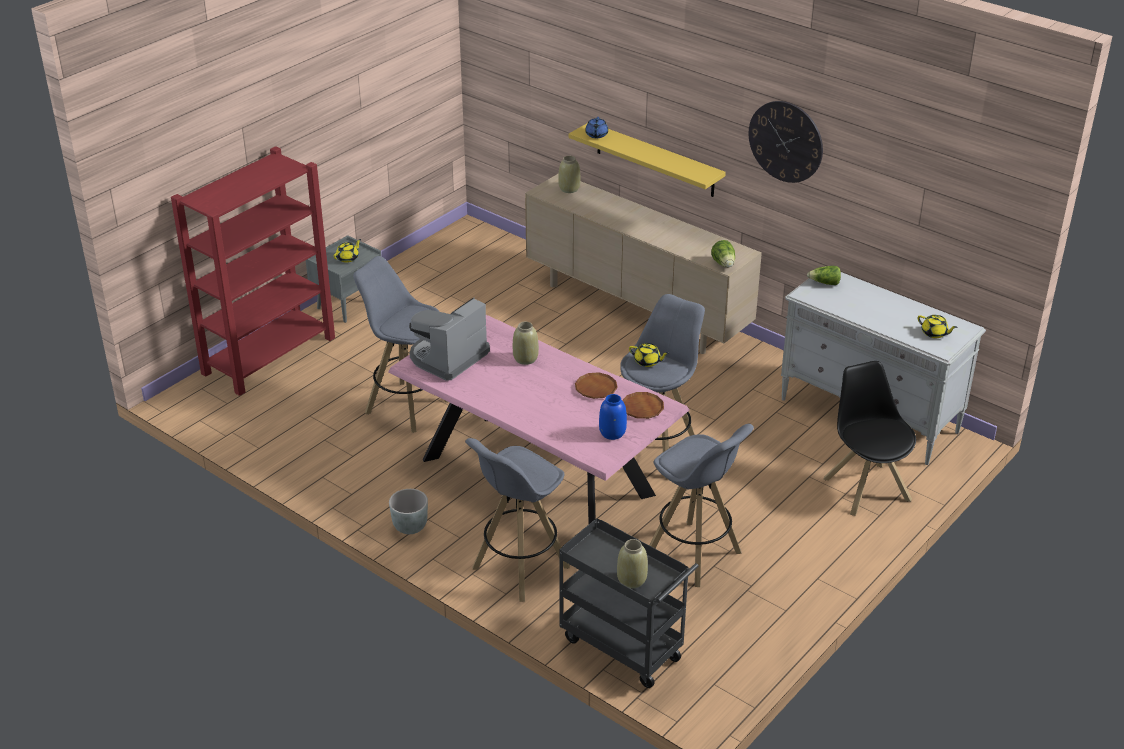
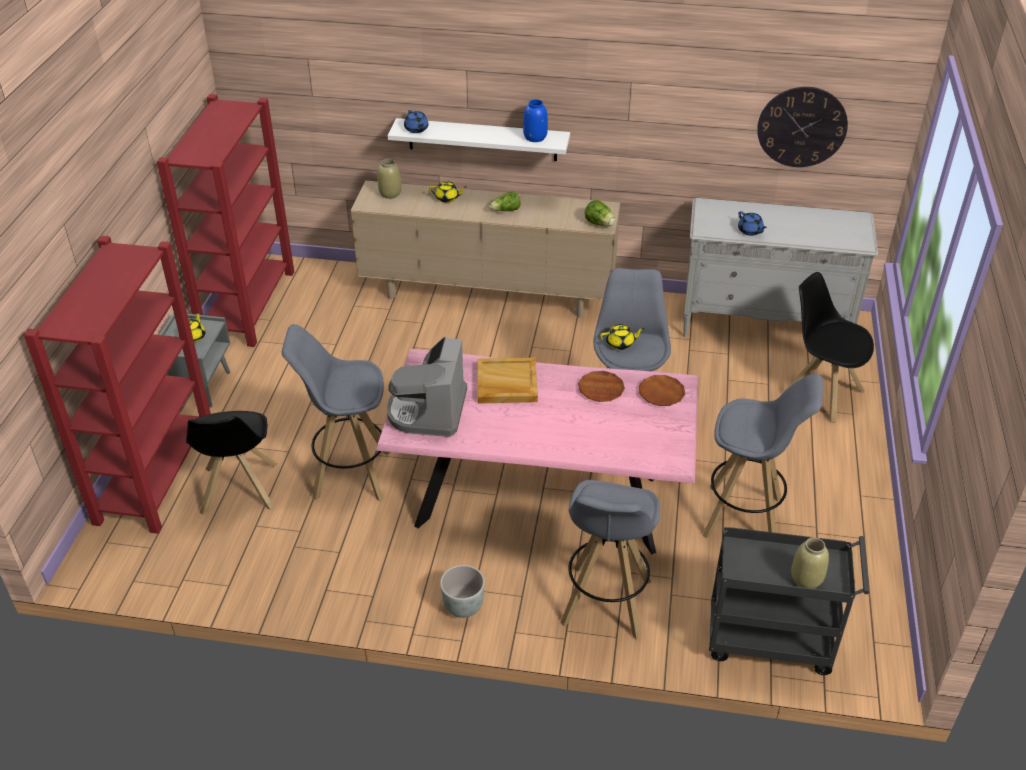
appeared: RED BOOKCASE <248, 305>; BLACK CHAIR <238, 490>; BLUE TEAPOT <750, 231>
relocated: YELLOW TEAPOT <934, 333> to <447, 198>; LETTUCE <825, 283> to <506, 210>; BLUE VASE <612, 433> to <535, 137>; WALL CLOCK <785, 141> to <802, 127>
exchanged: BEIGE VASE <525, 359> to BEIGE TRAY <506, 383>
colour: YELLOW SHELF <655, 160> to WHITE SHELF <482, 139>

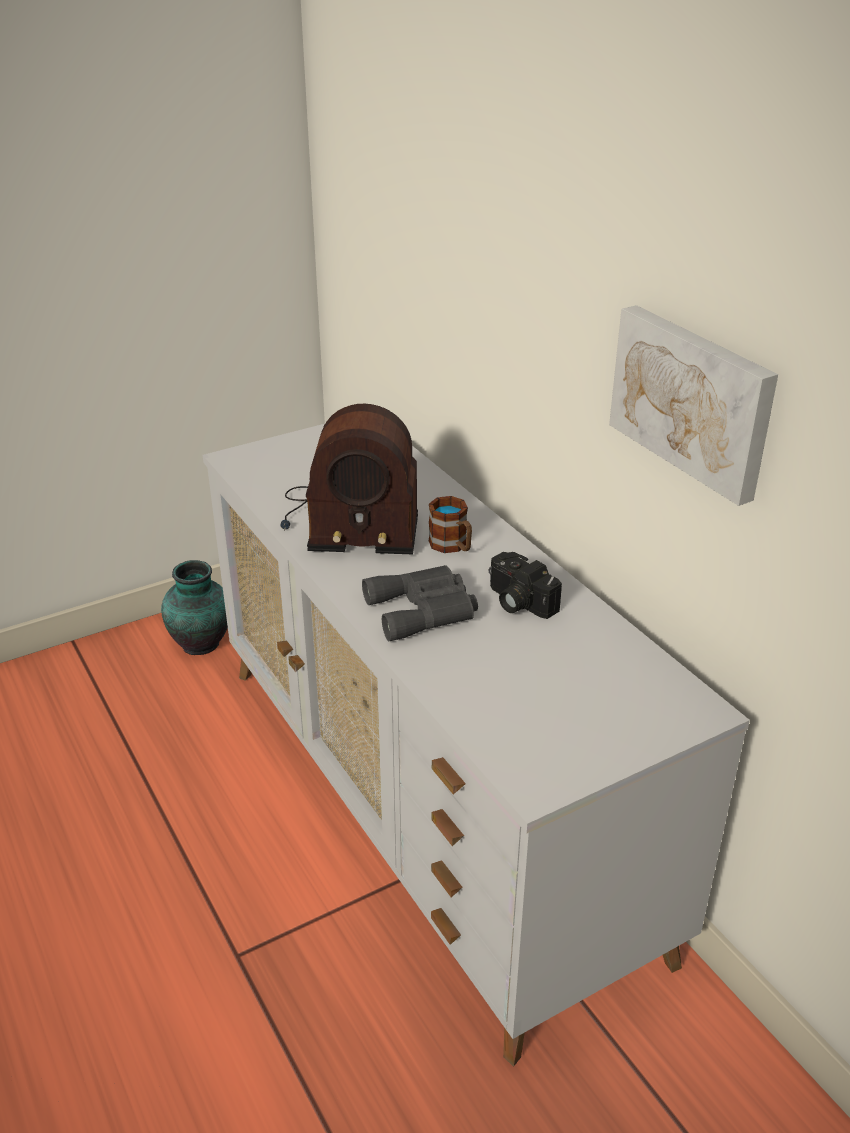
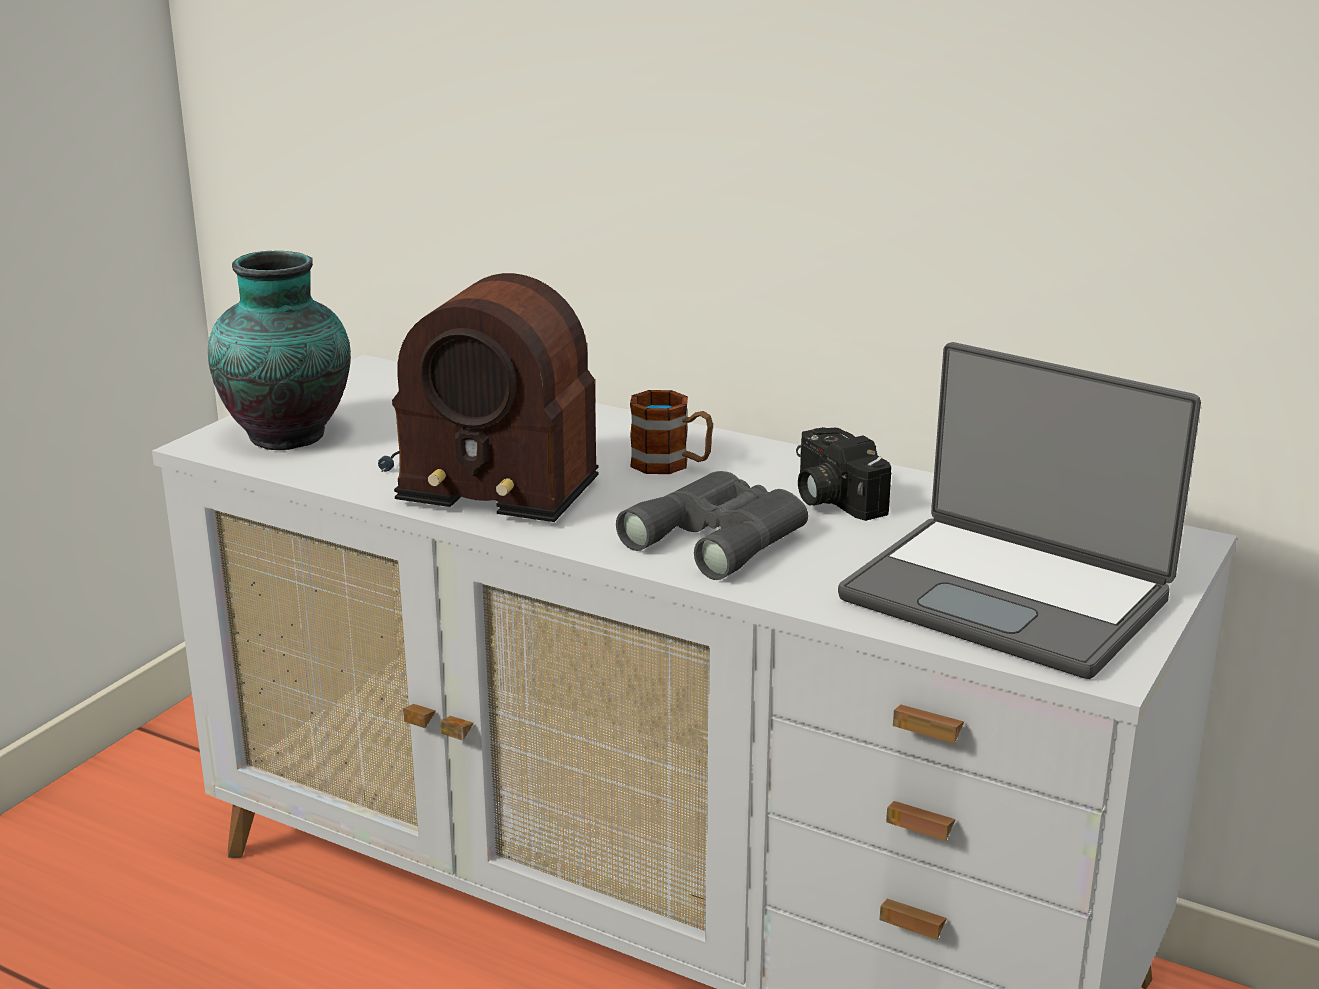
missing: PICTURE <693, 399>
appeared: LAPTOP <1008, 597>
relocated: VASE <203, 643> to <290, 435>
spun: RADIO <348, 521> = <488, 472> 45 degrees clockwise; PHOTO CAMERA <517, 602> = <830, 498> 45 degrees clockwise

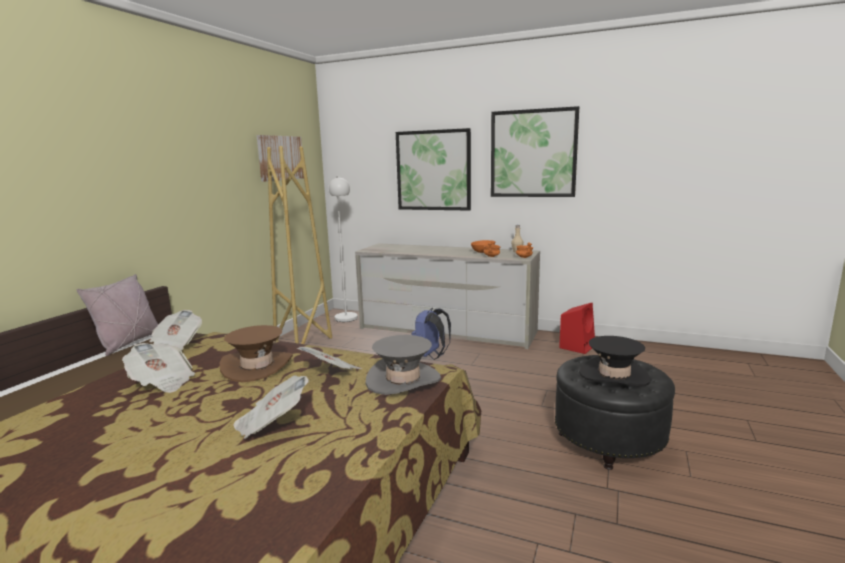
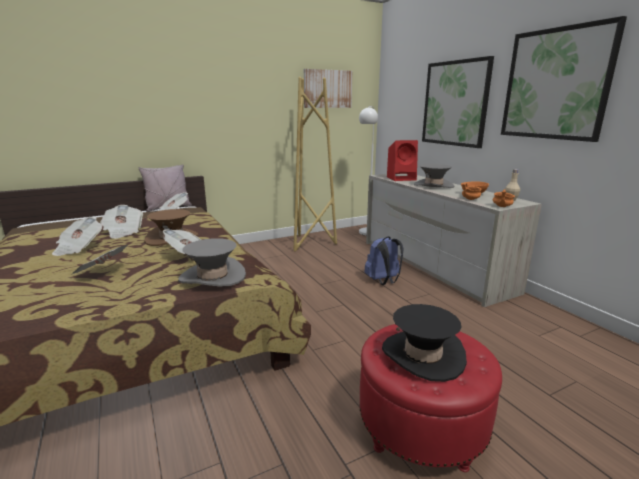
appeared: NEWSPAPER <78, 248>; GREY HAT <433, 185>
relocated: RED SPEAKER <577, 346> to <402, 178>
colour: BLACK OTTOMAN <609, 441> to RED OTTOMAN <421, 427>

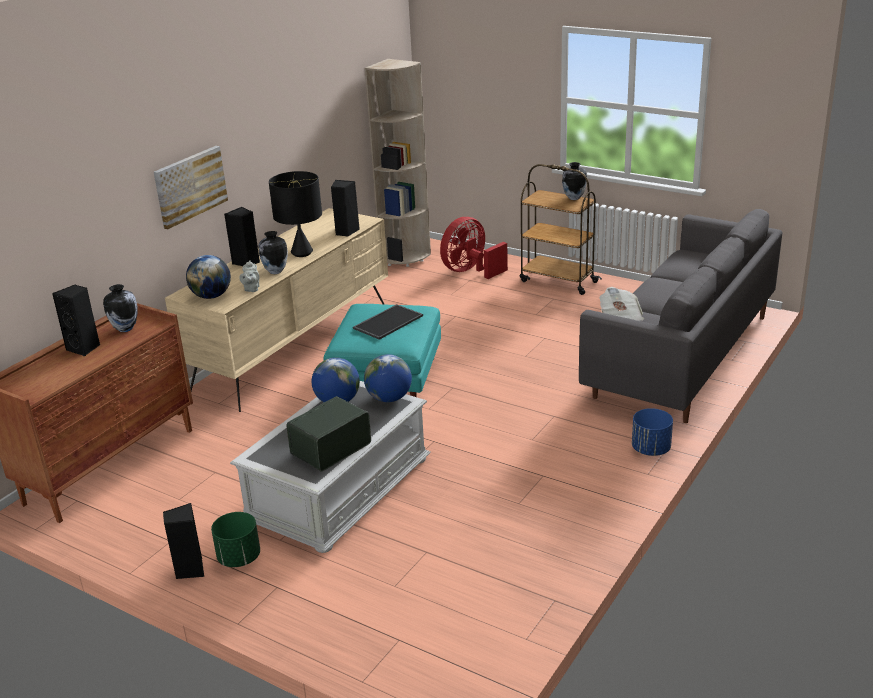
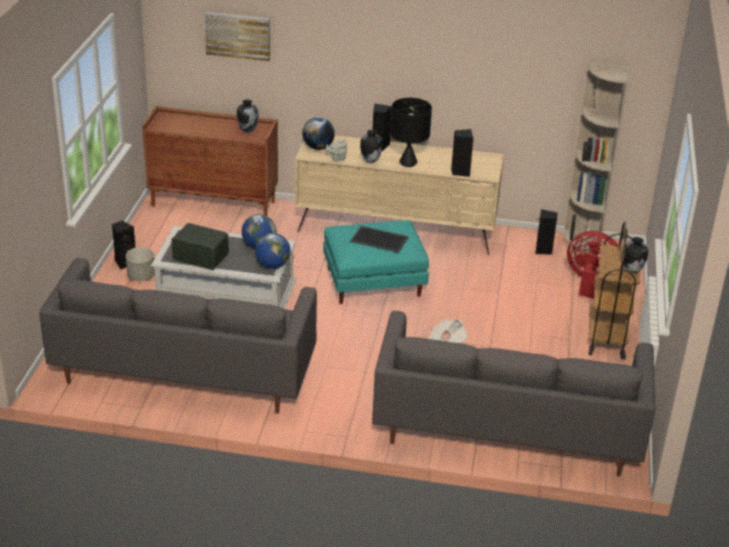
missing: BLUE PLANTER <651, 449>
appeared: GREY SOFA <184, 370>
relocated: PICTURE <190, 186> to <238, 35>; BLACK SPEAKER <84, 348> to <543, 250>
colour: GREEN PLANTER <239, 558> to GREY PLANTER <141, 276>

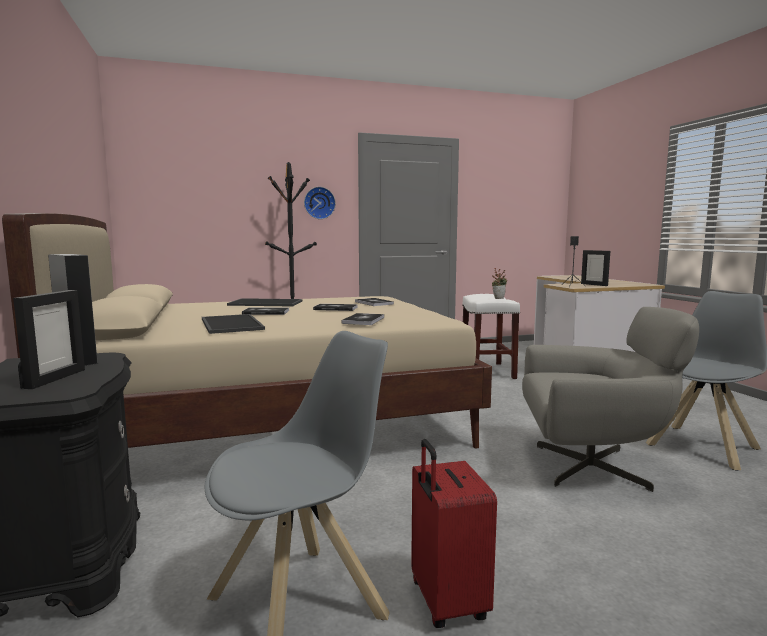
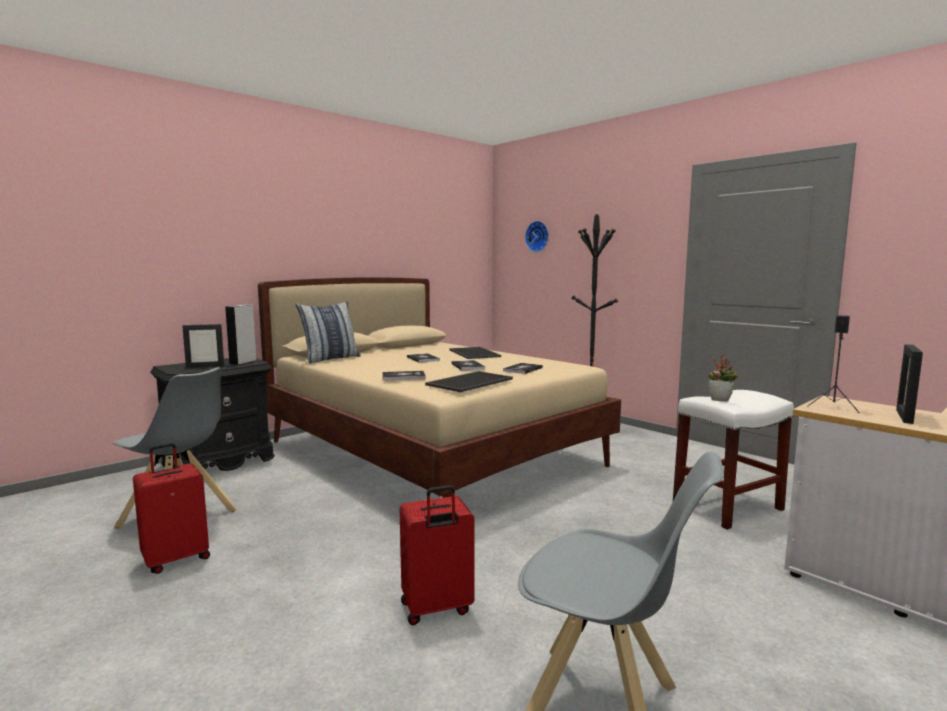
appeared: PILLOW <330, 359>
relocated: TRAY <230, 324> to <469, 382>; WALL CLOCK <319, 203> to <538, 236>
exchanged: GREY ARMCHAIR <595, 467> to RED SUITCASE <436, 609>

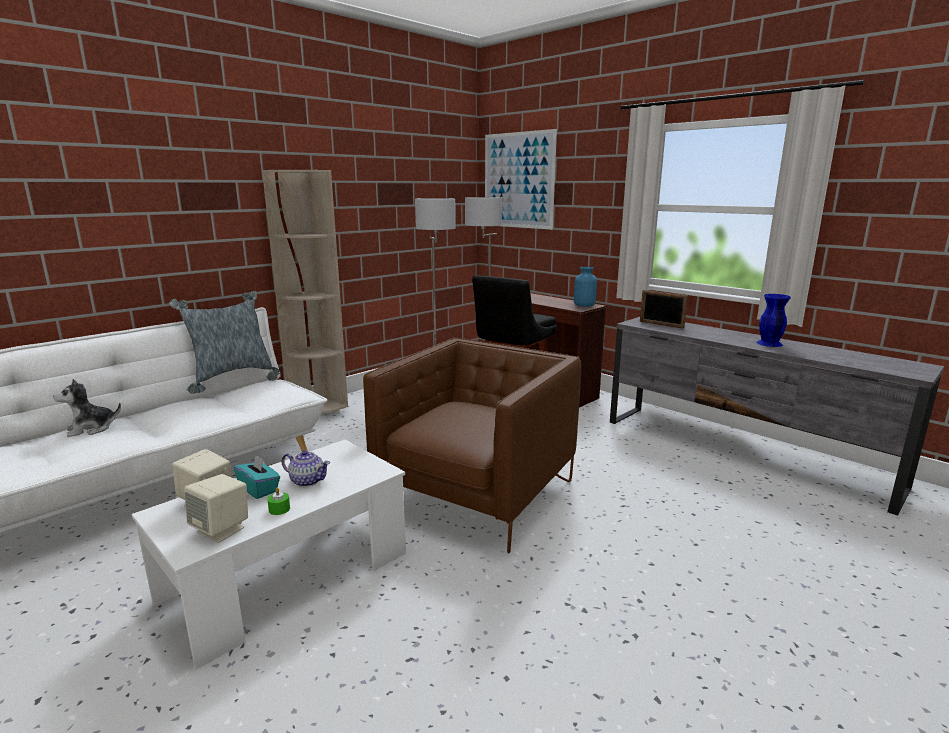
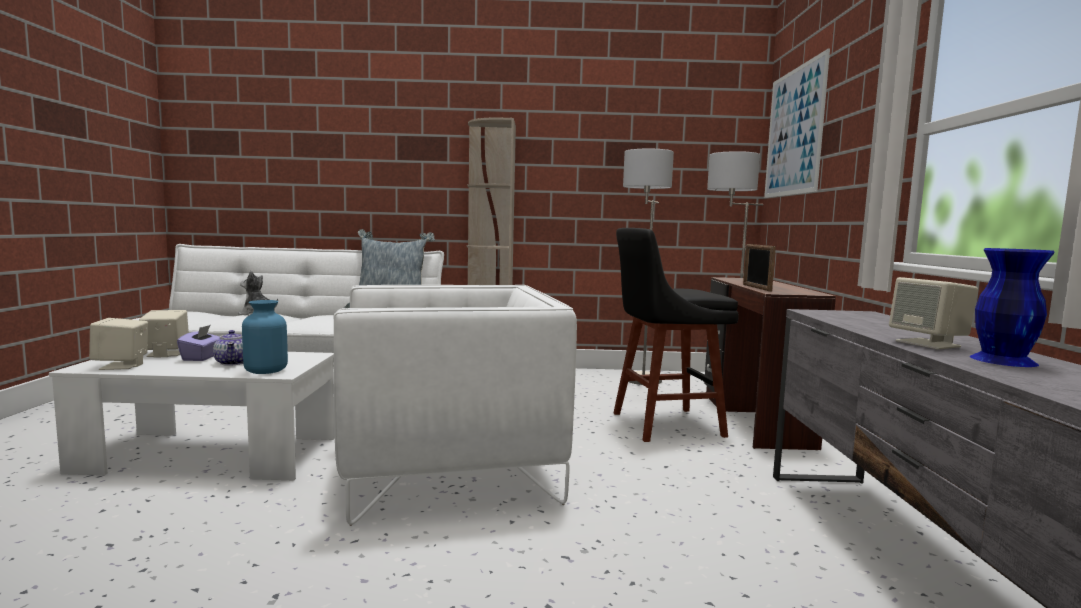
missing: GREEN CANDLE <279, 509>
appeared: BEIGE SPEAKER <929, 344>
relocated: BLUE VASE <584, 305> to <266, 371>; PICTURE FRAME <661, 324> to <756, 288>
colour: TURQUOISE TISSUE BOX <259, 489> to PURPLE TISSUE BOX <202, 357>; BROWN ARMCHAIR <477, 494> to WHITE ARMCHAIR <449, 470>

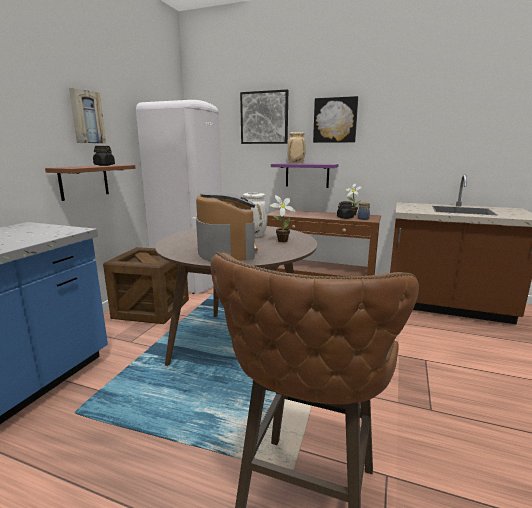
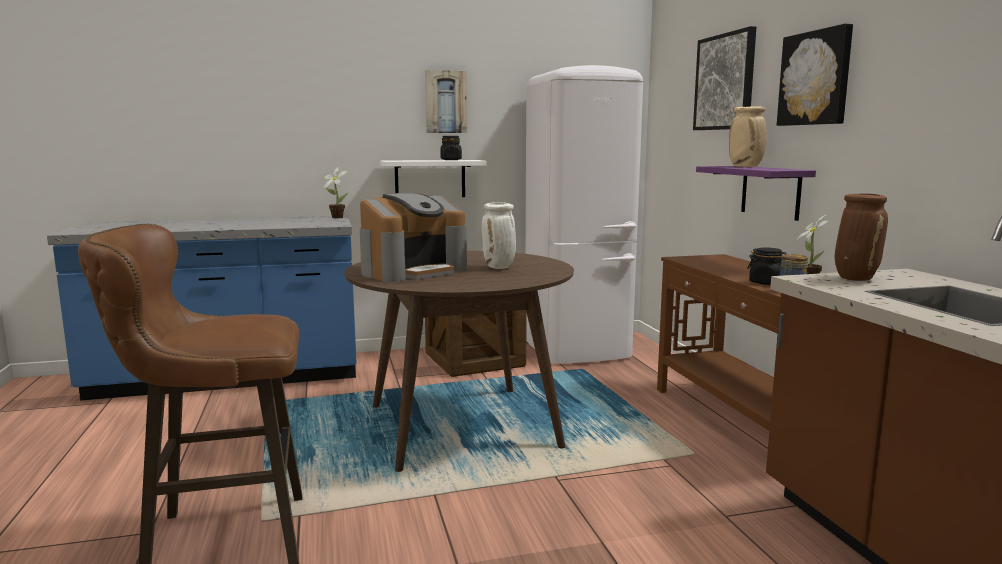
appeared: BROWN VASE <855, 278>
relocated: POTTED PLANT <281, 241> to <336, 217>
colour: BROWN SHELF <84, 181> to WHITE SHELF <430, 179>

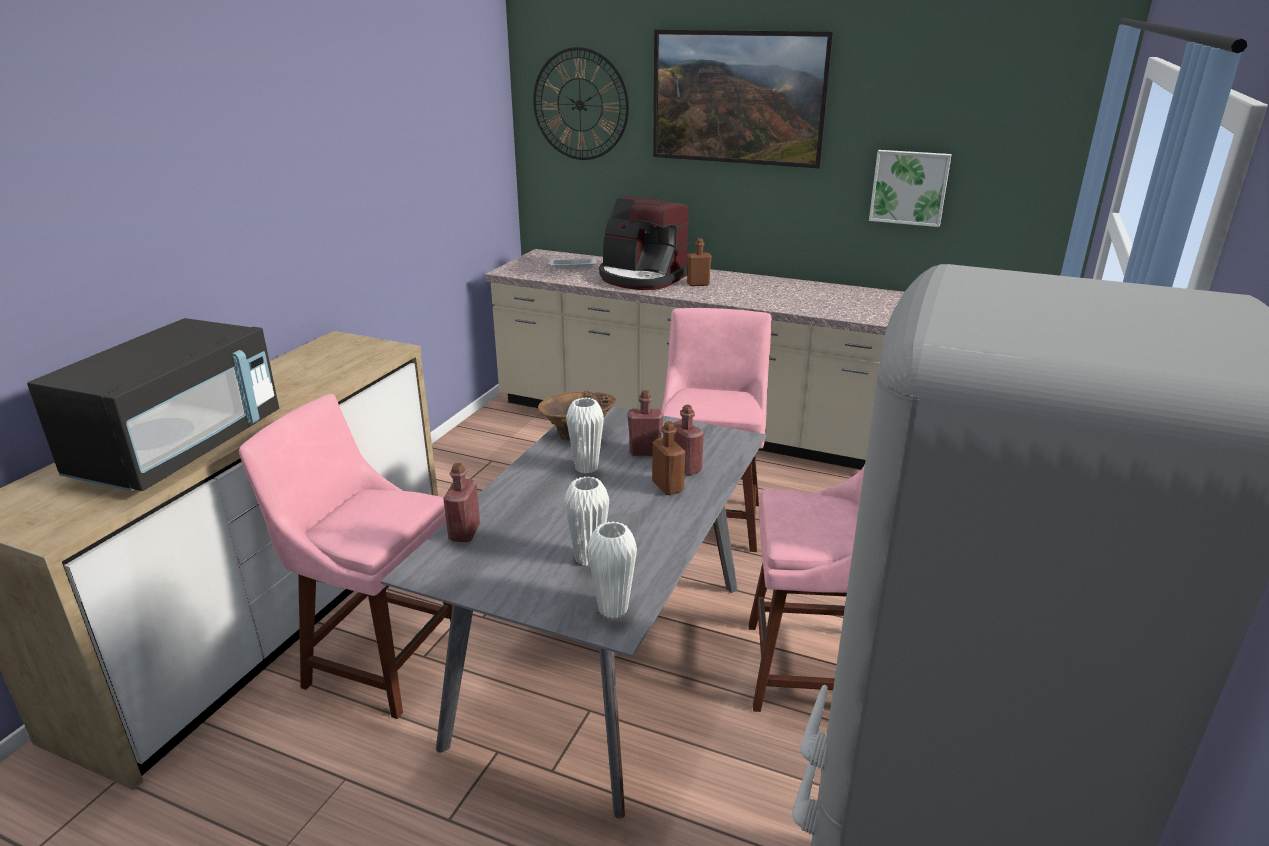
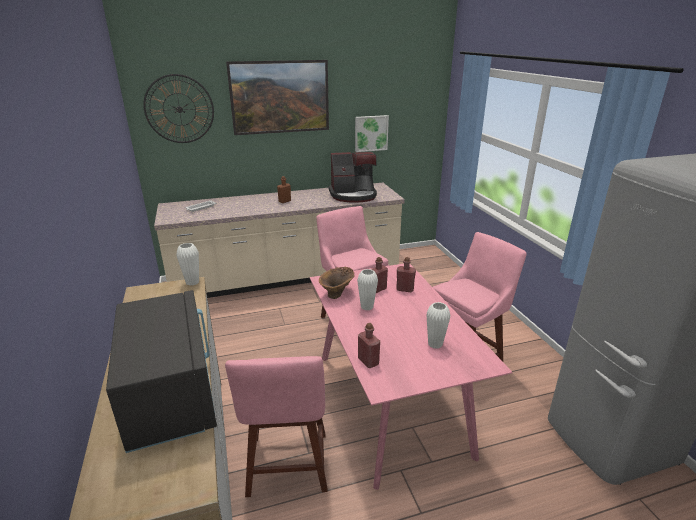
missing: BROWN BOTTLE <667, 486>
relocated: WHITE VASE <613, 609> to <192, 282>; COFFEE MACHINE <642, 277> to <353, 195>
colour: GREY DINING TABLE <606, 660> to PINK DINING TABLE <391, 402>
spun: PINK CHAIR <380, 657> = <287, 468> 75 degrees counterclockwise

